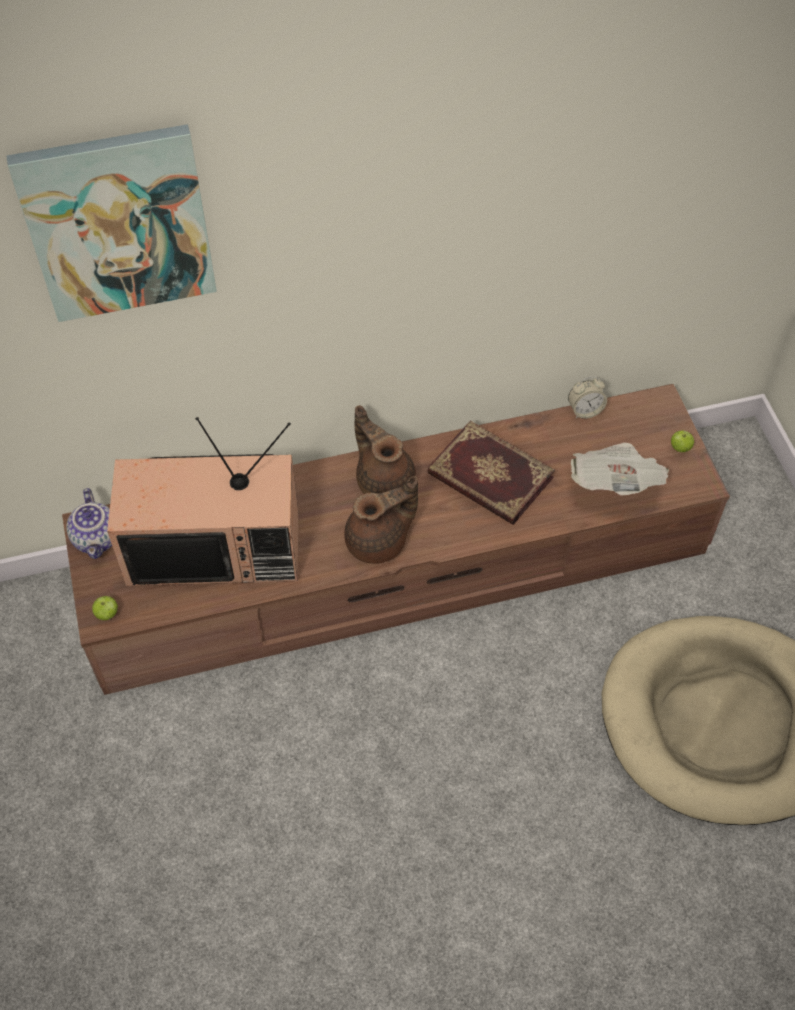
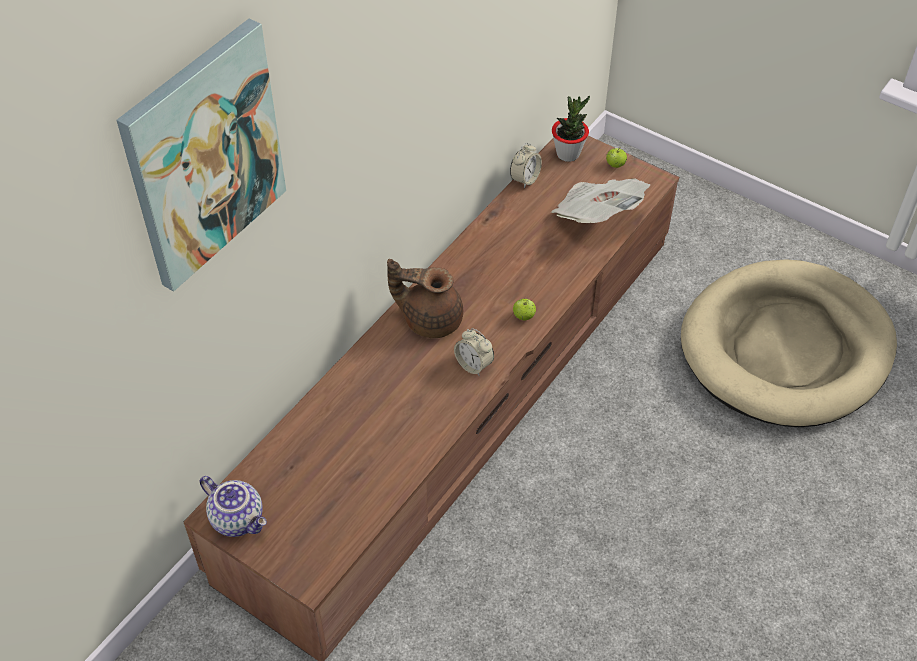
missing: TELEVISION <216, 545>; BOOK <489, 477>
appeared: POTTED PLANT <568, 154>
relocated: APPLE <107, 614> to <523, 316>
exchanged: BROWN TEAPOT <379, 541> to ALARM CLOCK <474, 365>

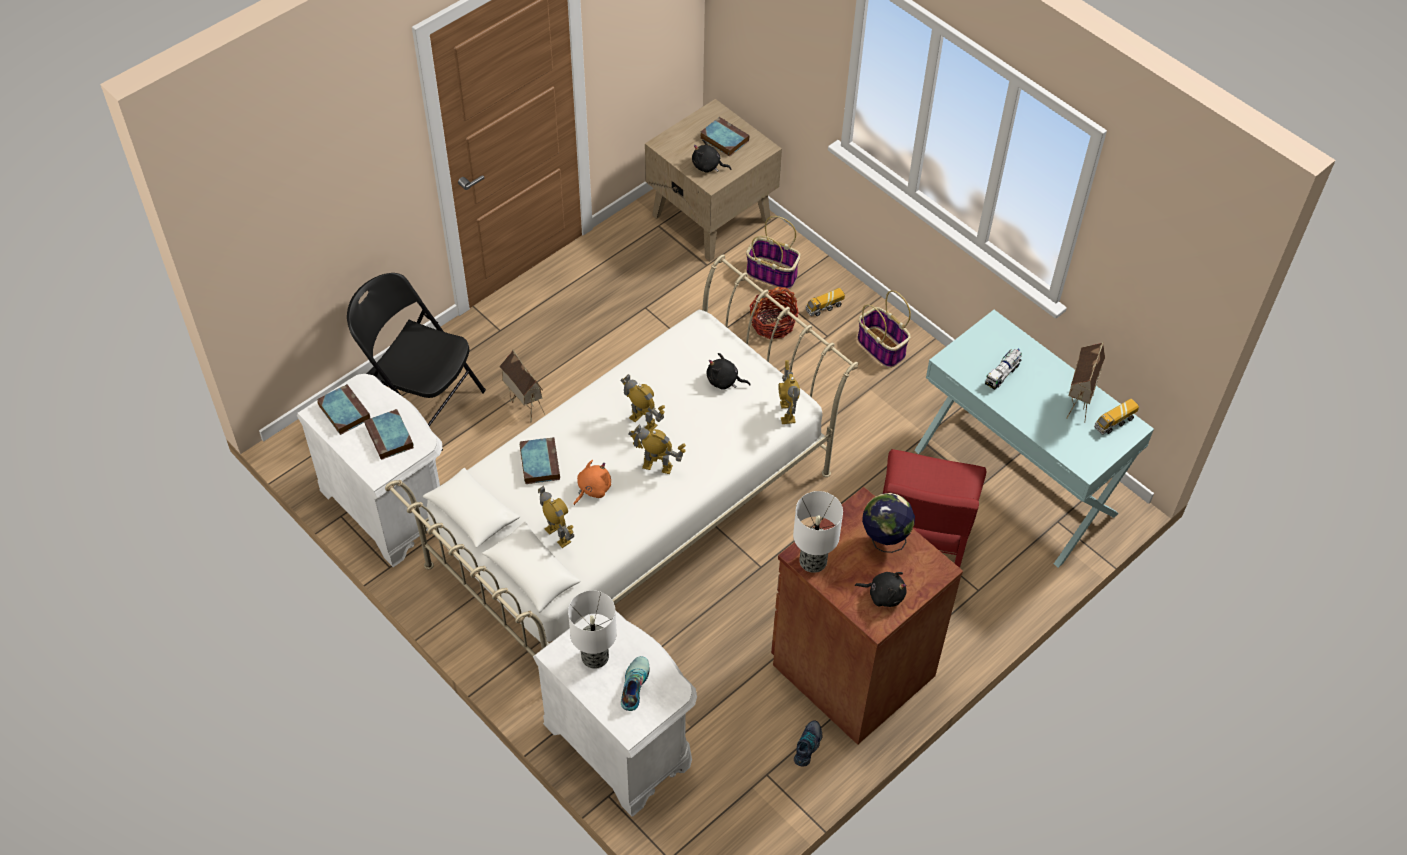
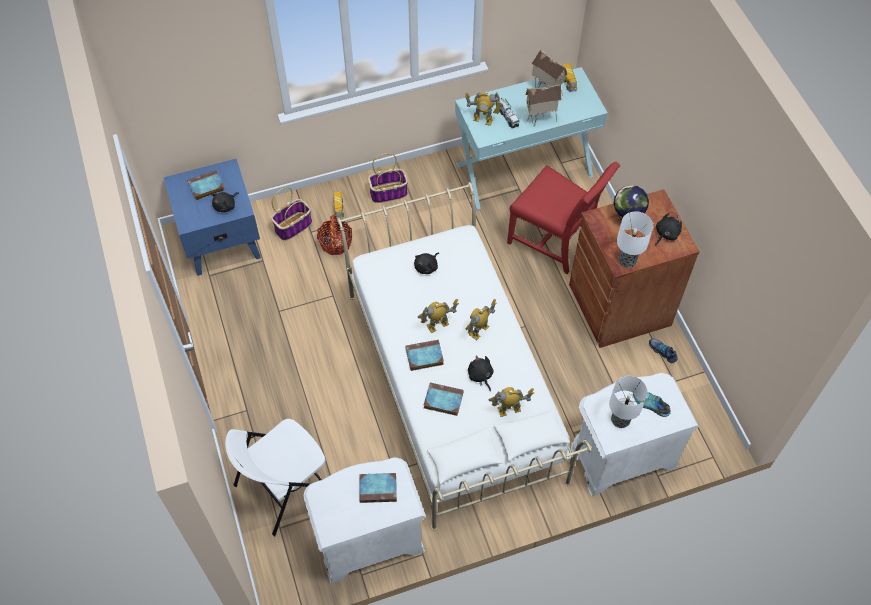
relocated: BOOK <343, 411> to <423, 357>; TOY ROBOT <787, 412> to <482, 120>; TOY HOUSE <524, 406> to <541, 120>
colour: BEIGE NIGHTSTAND <712, 218> to BLUE NIGHTSTAND <222, 241>; BLACK CHAIR <421, 403> to WHITE CHAIR <285, 486>; ORANGE PLUSH TOY <592, 489> to BLACK PLUSH TOY <480, 376>

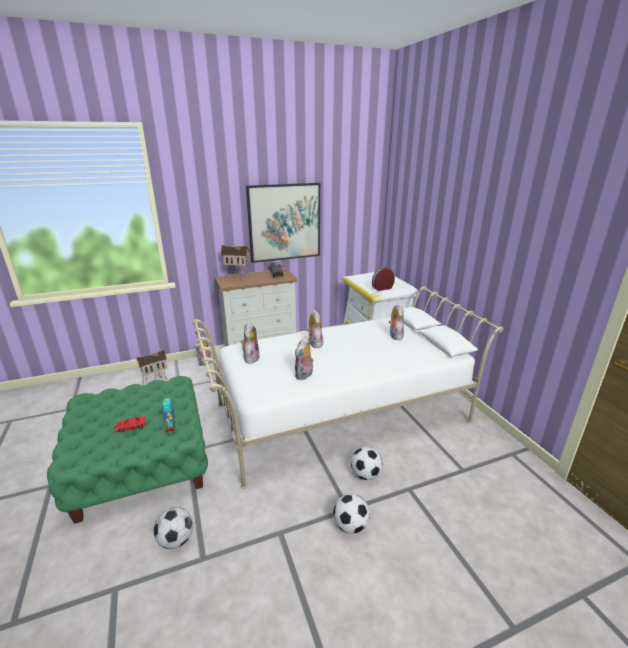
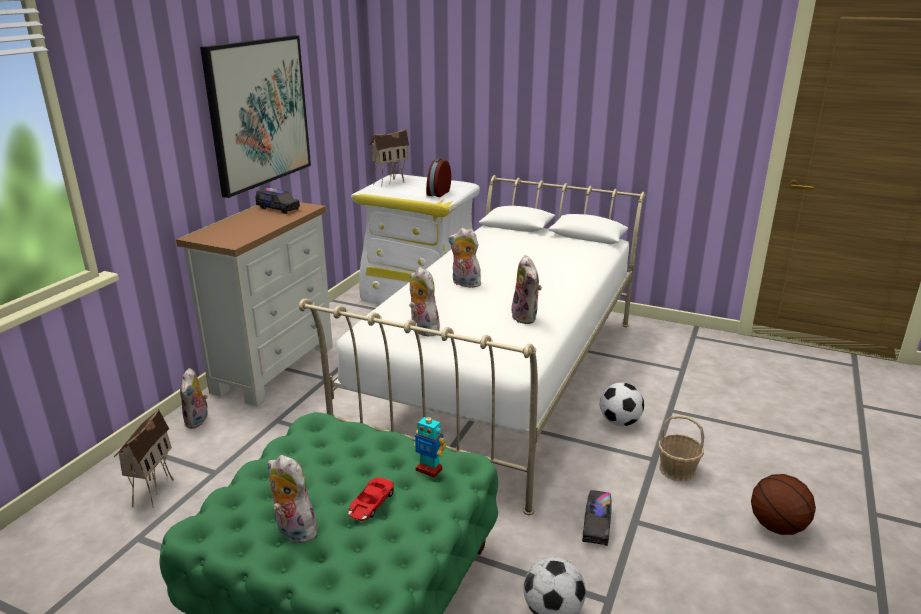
appeared: TOY TRUCK <596, 526>; BASKETBALL <778, 526>
relocated: PLUSH TOY <394, 336> to <293, 531>; TOY HOUSE <237, 278> to <390, 182>
exchanged: FOOTBALL <350, 525> to BASKET <677, 470>

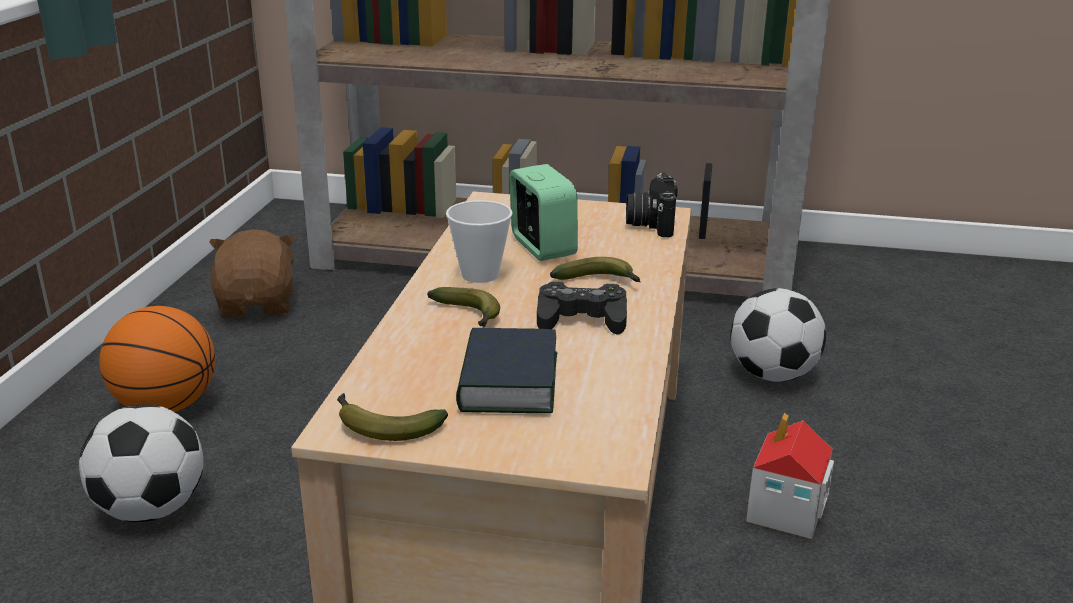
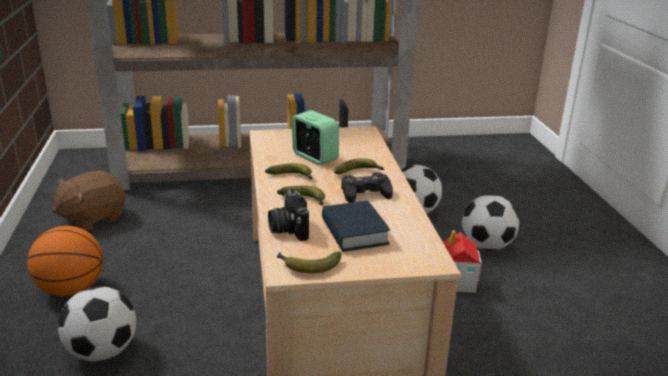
appeared: FOOTBALL <486, 246>
relocated: PHOTO CAMERA <650, 223> to <288, 229>
exchanged: CUP <480, 275> to BANANA <293, 177>
spun: BROWN PLUSH TOY <258, 305> = <92, 218> 105 degrees counterclockwise

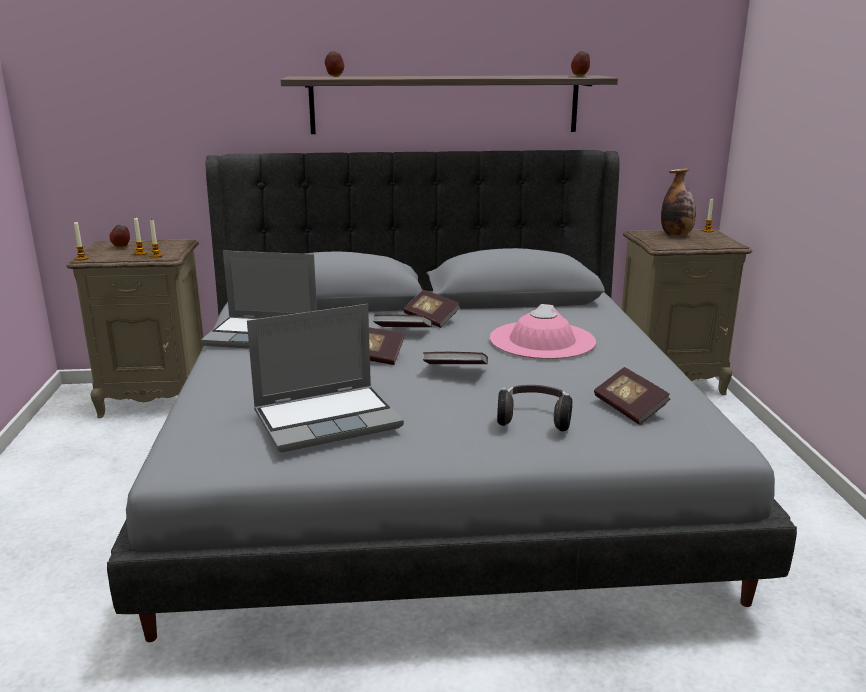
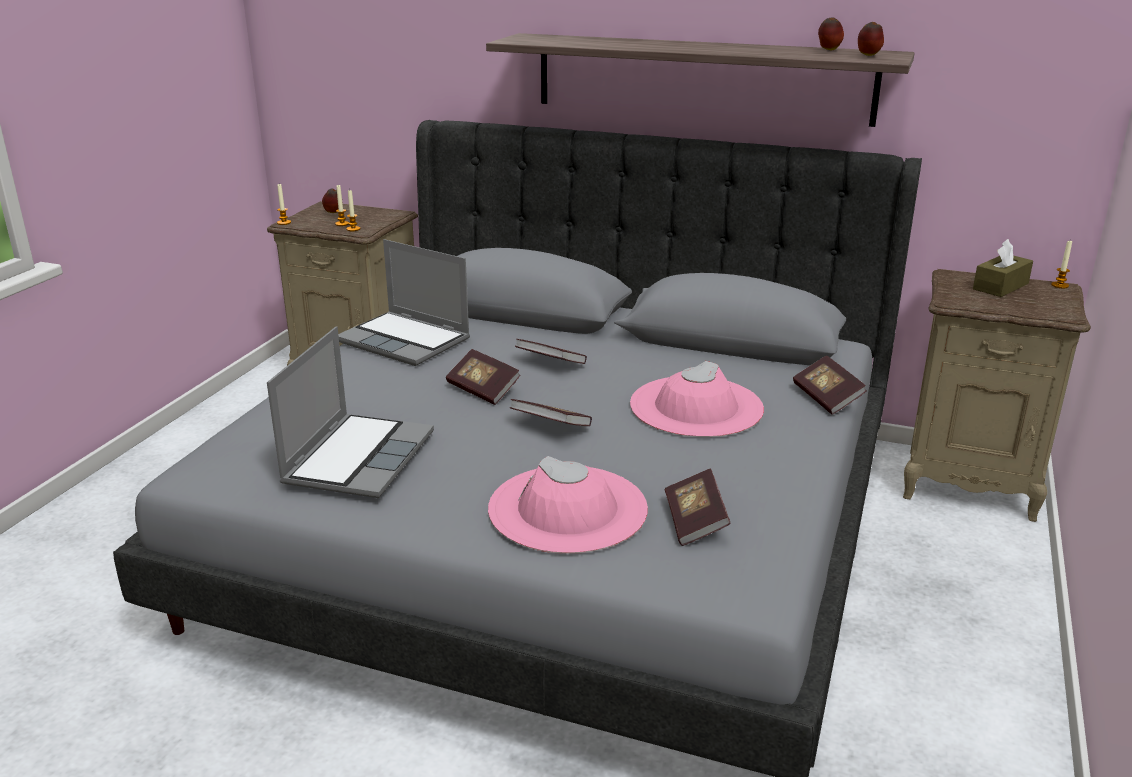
relocated: BOOK <431, 319> to <827, 398>; APPLE <334, 77> to <828, 50>
exchanged: HEADPHONES <534, 420> to PINK HAT <568, 509>; BOTTLE <676, 235> to BROWN TISSUE BOX <1000, 286>
spun: LAPTOP <328, 419> = <358, 457> 75 degrees counterclockwise

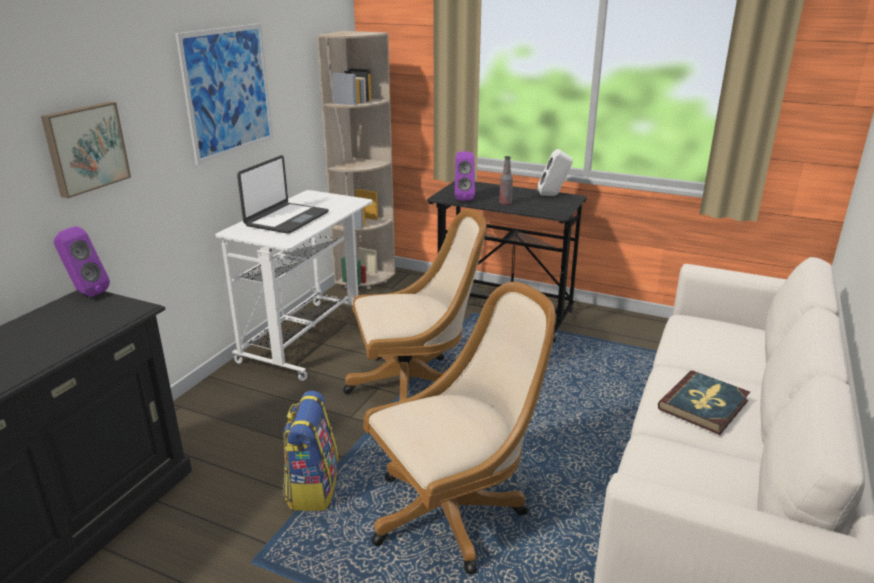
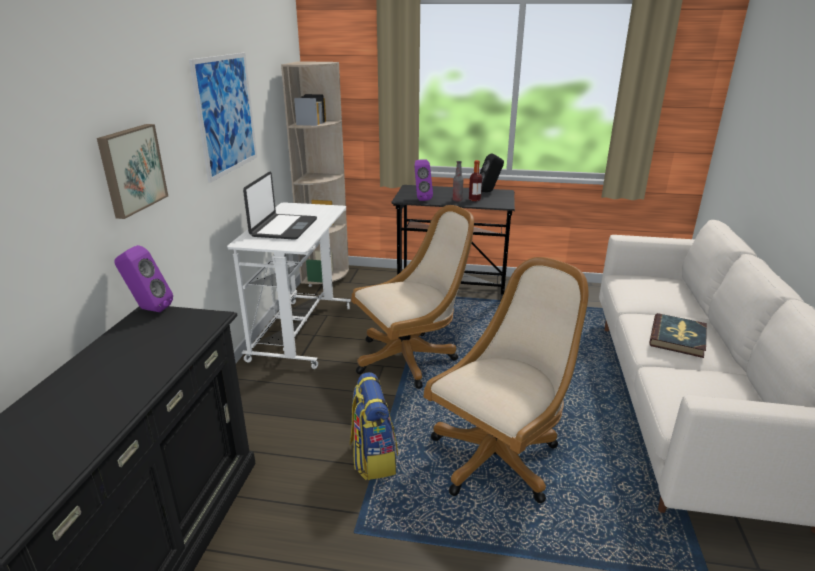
appeared: BOTTLE <474, 199>
colour: WHITE SPEAKER <553, 195> to BLACK SPEAKER <489, 191>

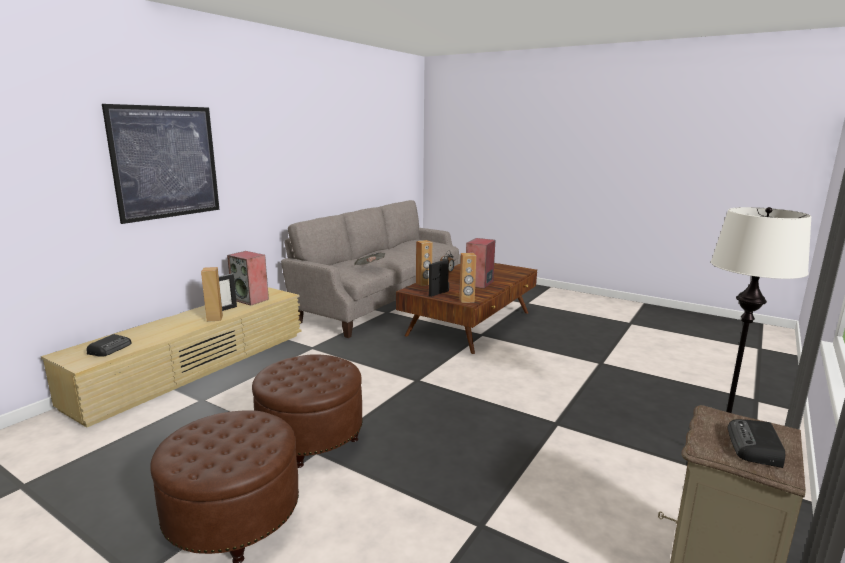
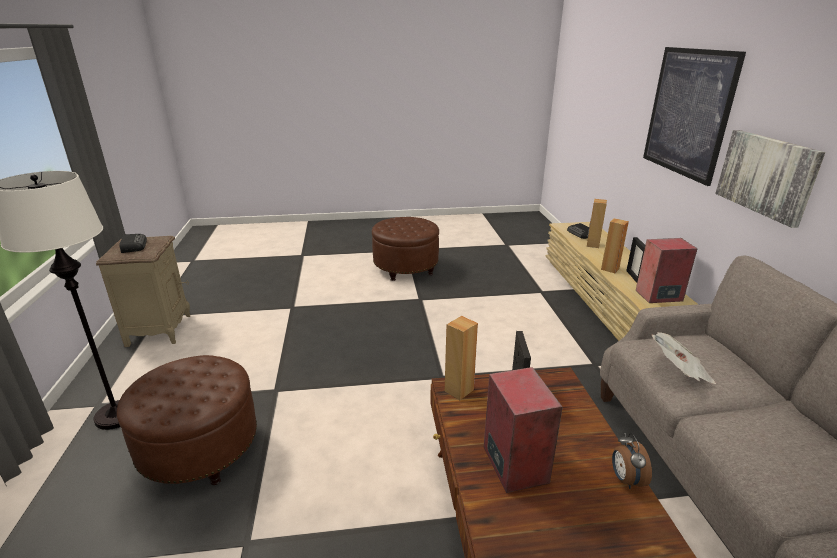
appeared: PICTURE <766, 175>
relocated: BROWN OTTOMAN <311, 438> to <200, 450>; BROWN SPEAKER <424, 284> to <592, 245>

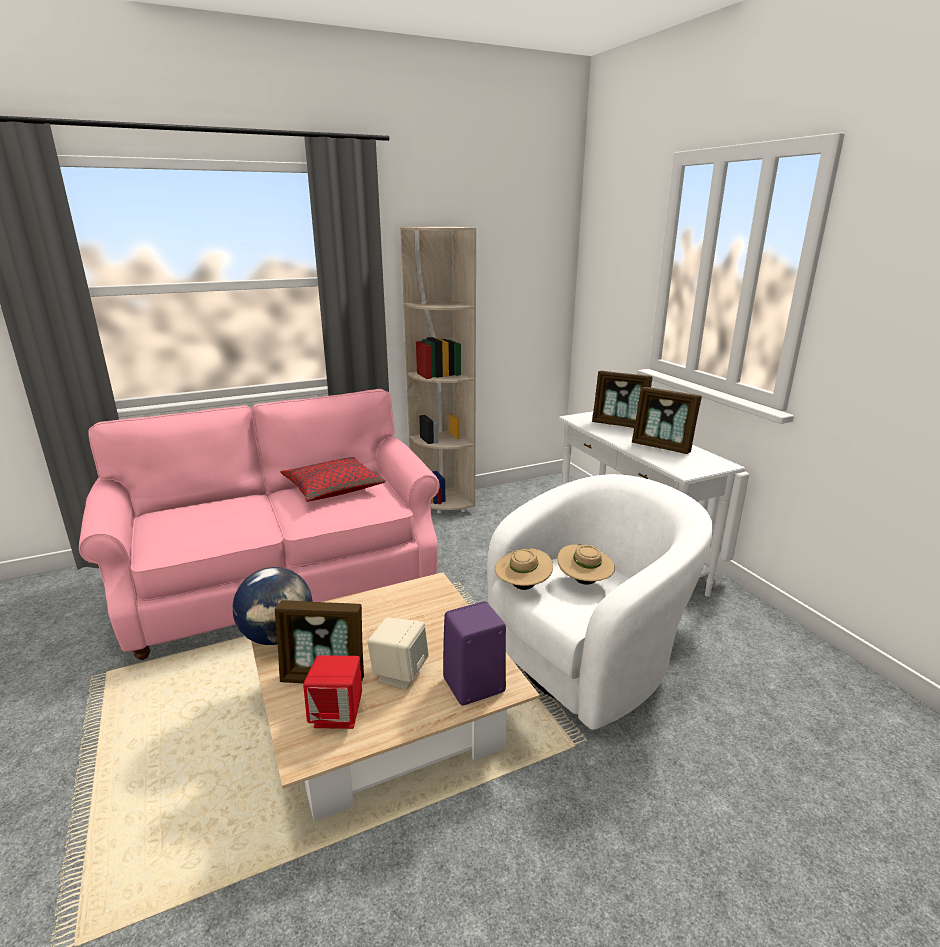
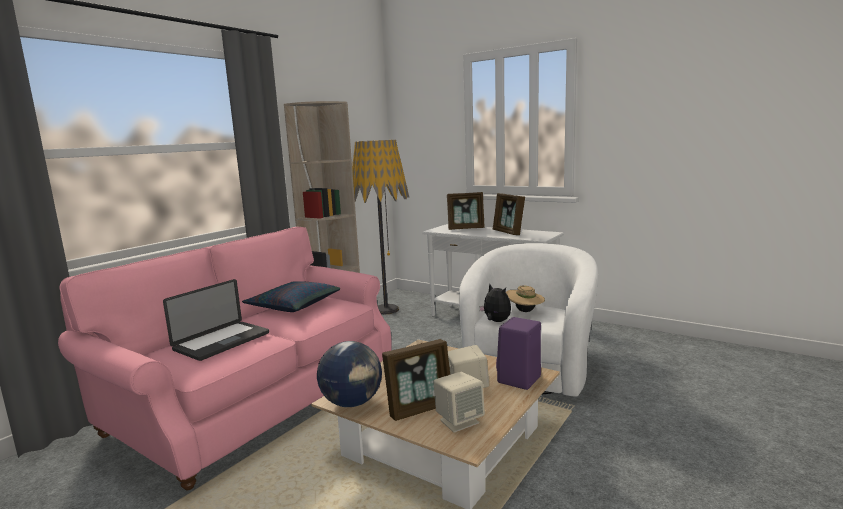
appeared: LAPTOP <222, 342>; FLOOR LAMP <386, 309>
exchanged: BEIGE HAT <522, 586> to PLUSH TOY <495, 321>
colour: RED PILLOW <333, 488> to BLUE PILLOW <293, 305>; RED SPEAKER <338, 714> to BEIGE SPEAKER <459, 421>
spun: PICTURE FRAME <662, 447> = <508, 232> 60 degrees clockwise

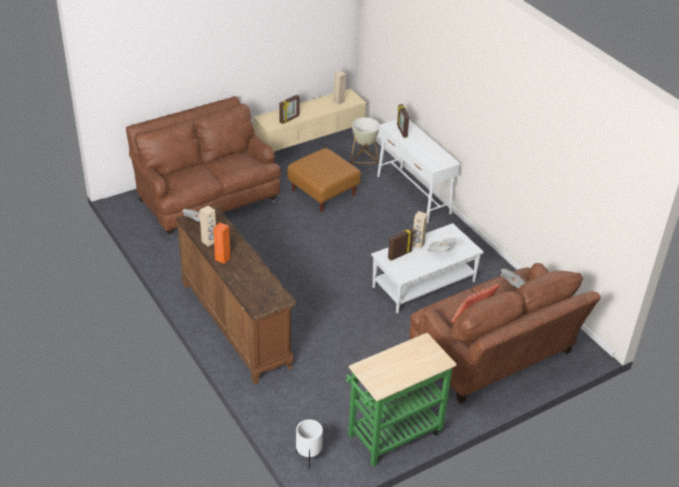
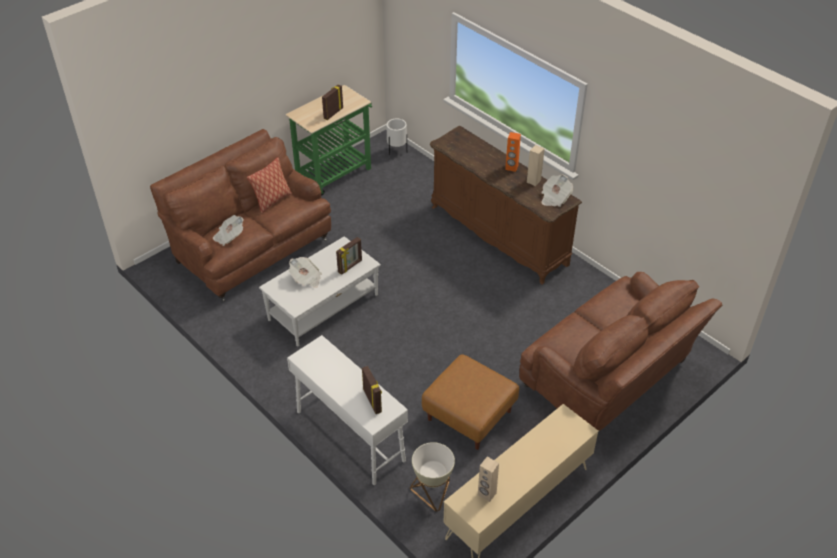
missing: BEIGE SPEAKER <418, 244>
relocated: PICTURE FRAME <289, 119> to <333, 113>

